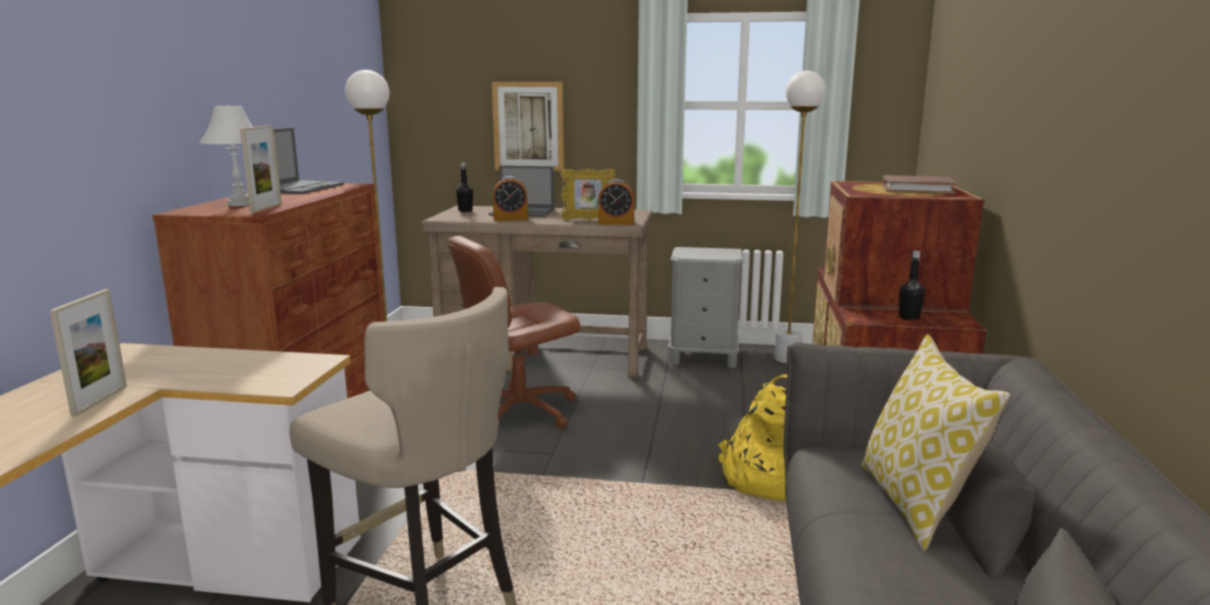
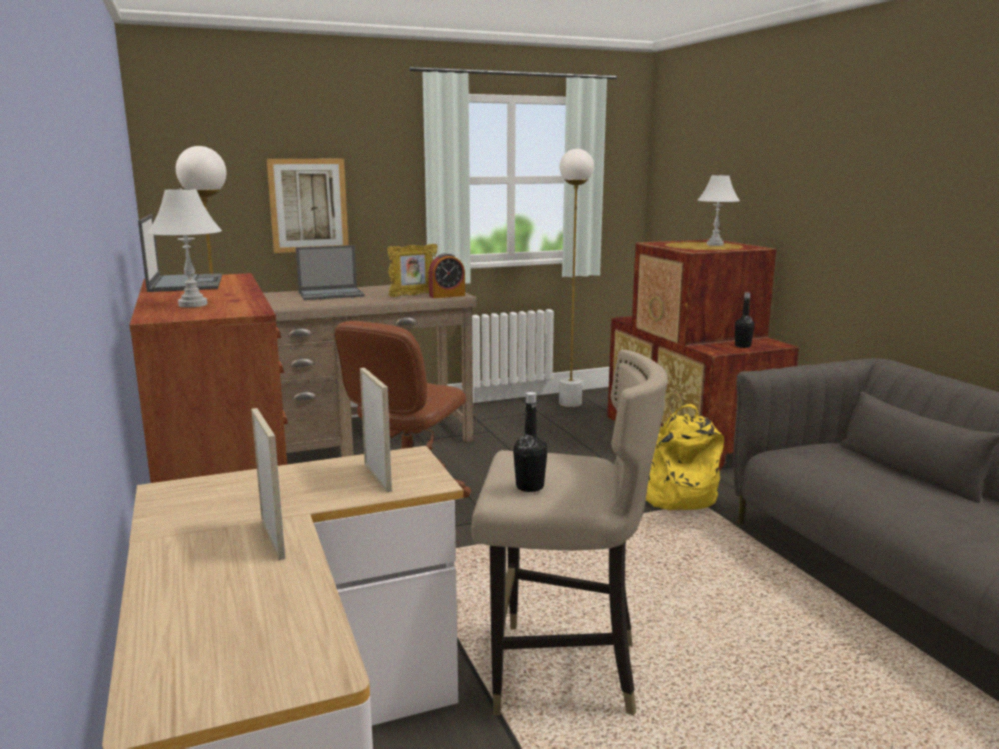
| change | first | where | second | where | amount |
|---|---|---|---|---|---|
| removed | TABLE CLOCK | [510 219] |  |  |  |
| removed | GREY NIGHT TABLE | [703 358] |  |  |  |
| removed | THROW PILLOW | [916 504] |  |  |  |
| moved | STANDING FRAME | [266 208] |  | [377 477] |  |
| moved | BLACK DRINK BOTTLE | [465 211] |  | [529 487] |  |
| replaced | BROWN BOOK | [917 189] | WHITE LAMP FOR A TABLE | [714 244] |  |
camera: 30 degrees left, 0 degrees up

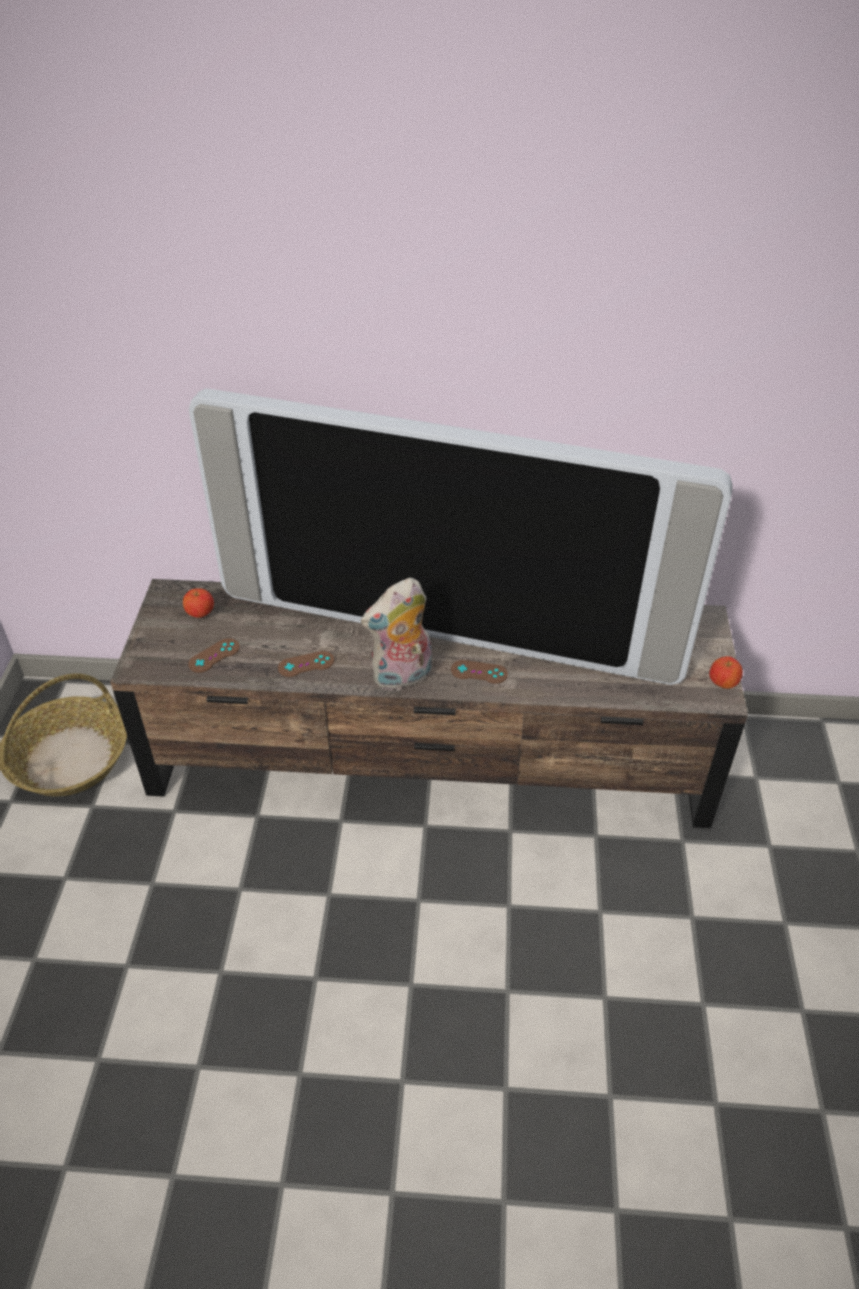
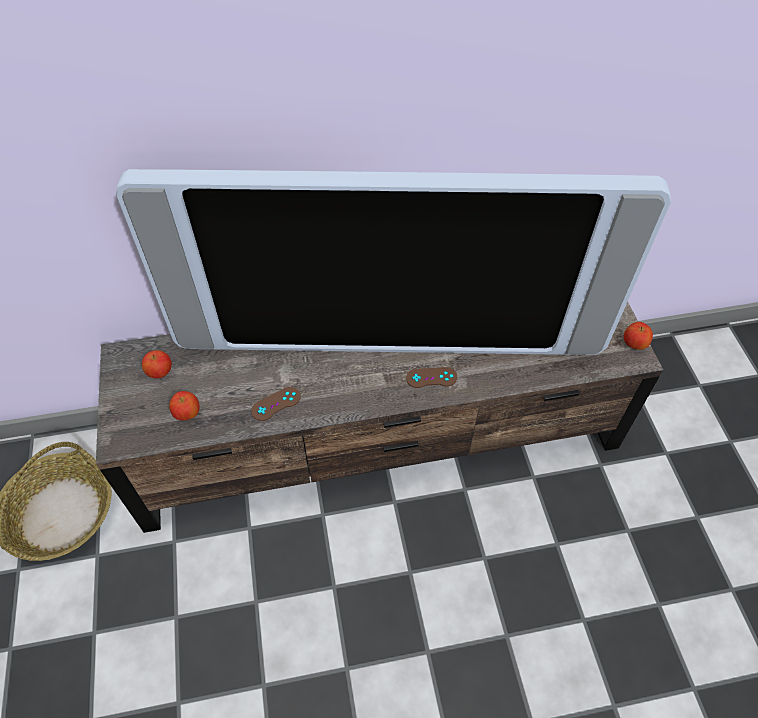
| change | first | where | second | where | amount |
|---|---|---|---|---|---|
| removed | SOFT TOY | [402 678] |  |  |  |
| replaced | BROWN GAMEPAD | [214 656] | APPLE | [187 414] |  |
camera: 15 degrees left, 10 degrees up

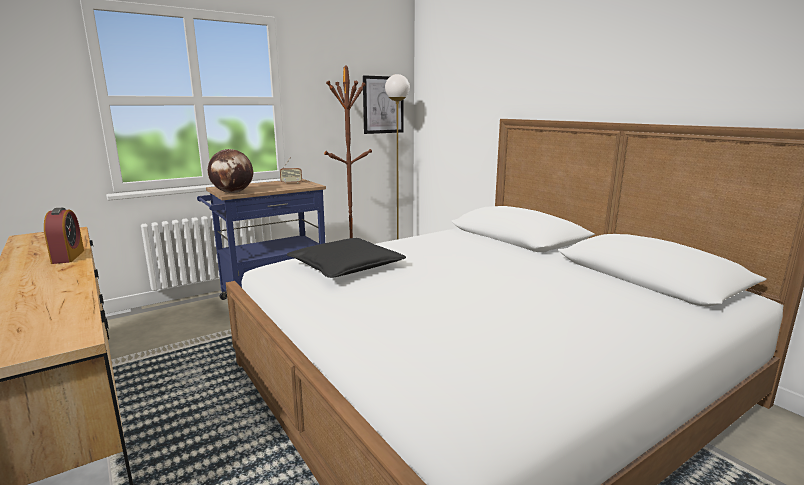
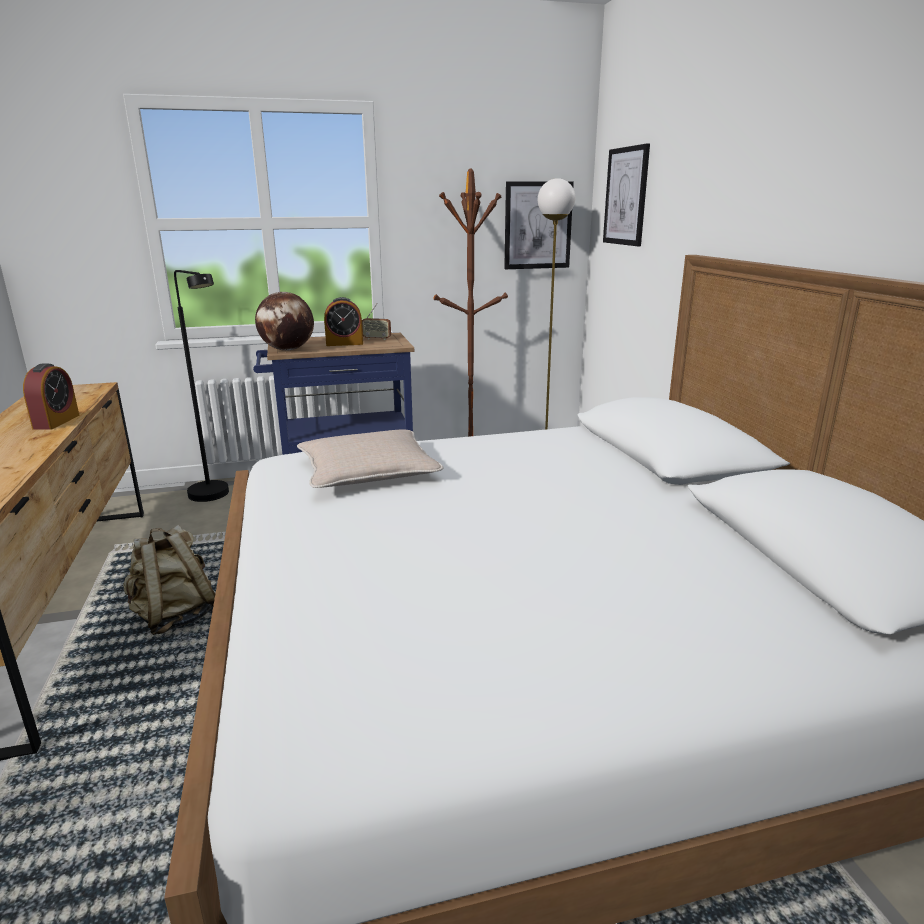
| change | first | where | second | where | amount |
|---|---|---|---|---|---|
| added |  |  | BEIGE KNAPSACK | [175 617] |  |
| added |  |  | BLACK FLOOR LAMP | [215 496] |  |
| added |  |  | TABLE CLOCK | [344 343] |  |
| added |  |  | WALL ART | [626 196] |  |
| recoloured | BLACK THROW PILLOW | [346 266] | BEIGE THROW PILLOW | [368 470] |  |
camera: 20 degrees right, 5 degrees up

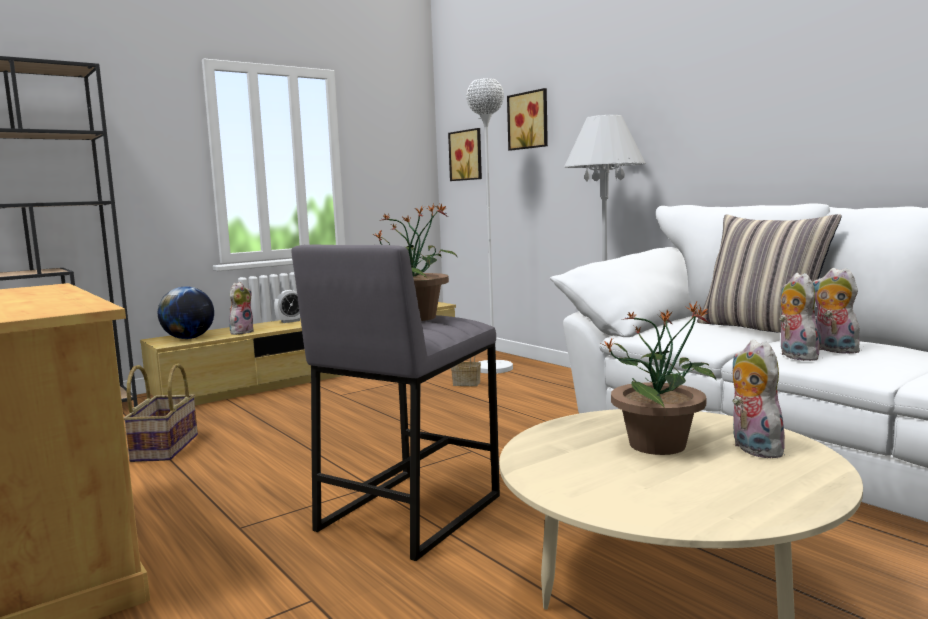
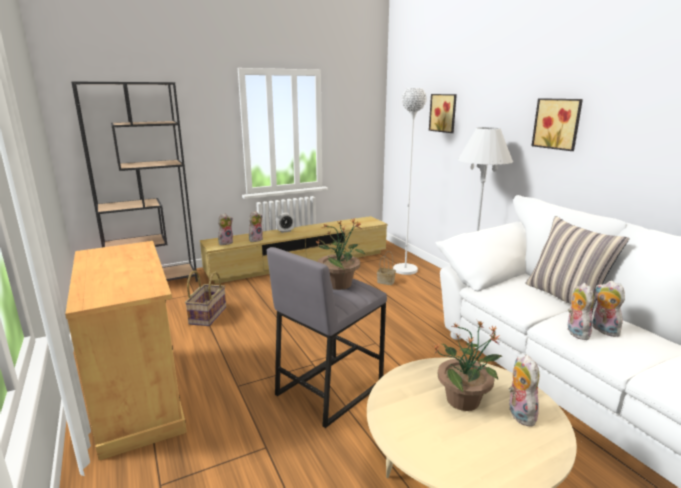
| change | first | where | second | where | amount |
|---|---|---|---|---|---|
| moved | WALL ART | [467 155] |  | [558 124] |  |
| replaced | GLOBE | [189 338] | SOFT TOY | [226 242] |  |
camera: 10 degrees right, 10 degrees up

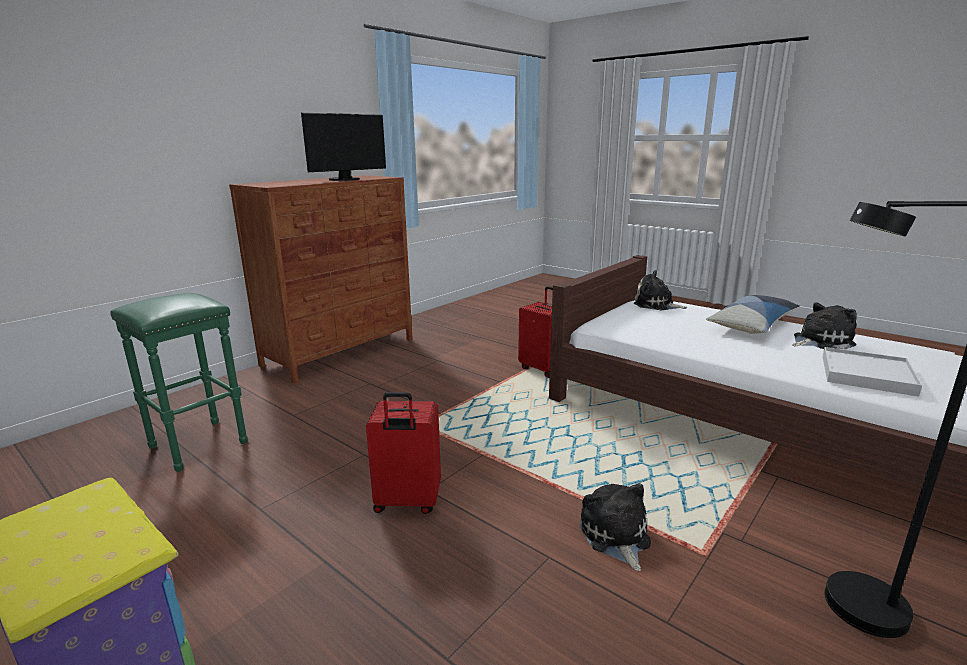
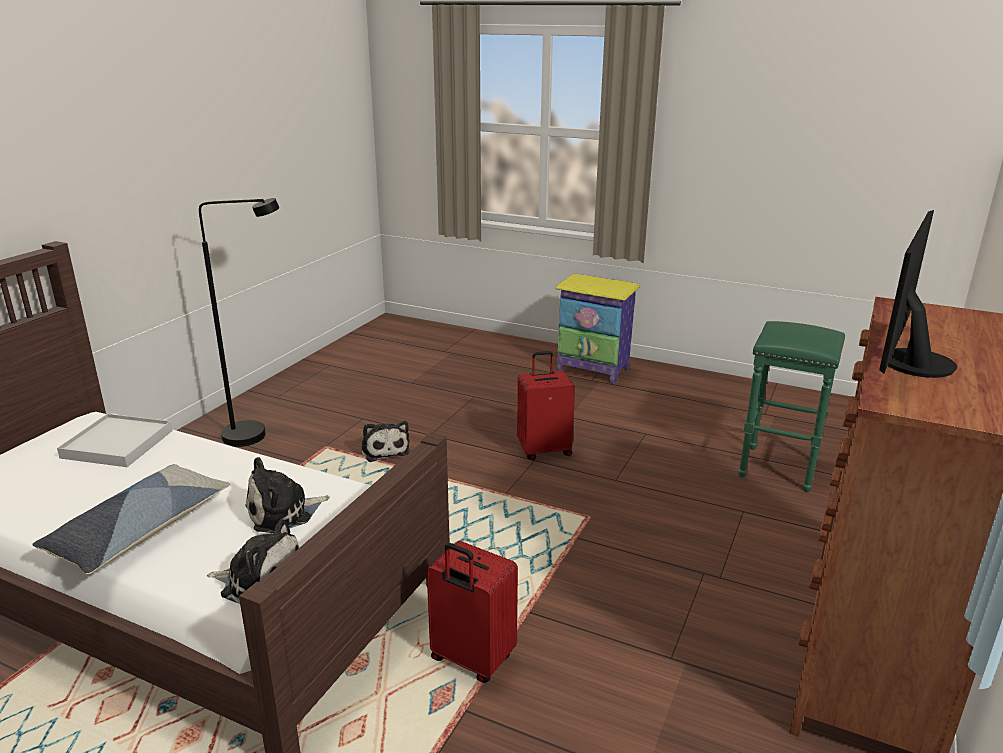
| change | first | where | second | where | amount |
|---|---|---|---|---|---|
| moved | SOFT TOY | [819 341] |  | [283 512] |  |
camera: 165 degrees right, 5 degrees up

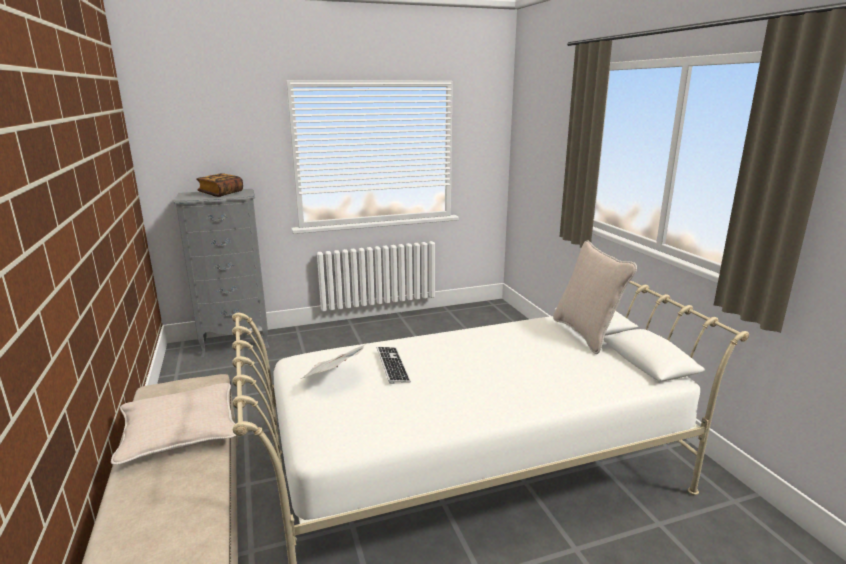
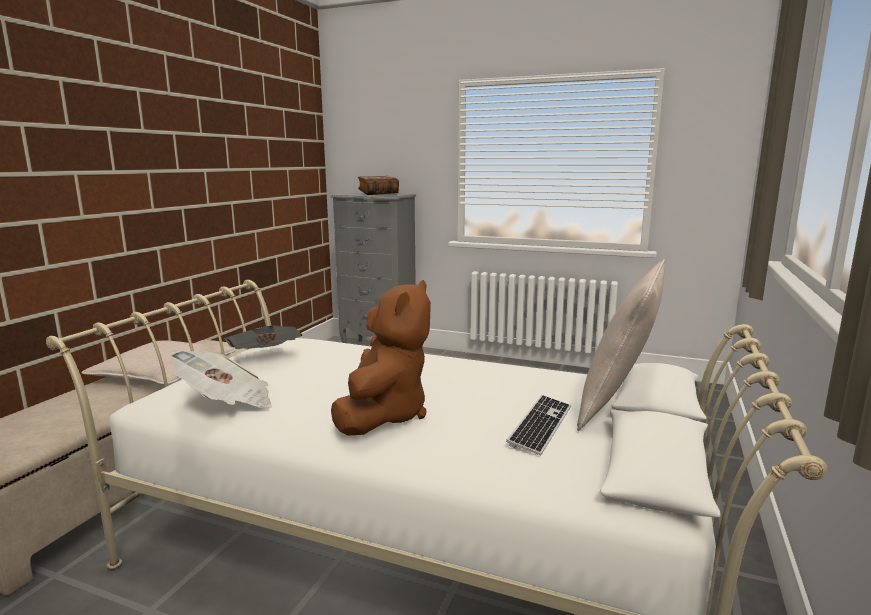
| change | first | where | second | where | amount |
|---|---|---|---|---|---|
| added |  |  | NEWSPAPER | [227 403] |  |
| added |  |  | BROWN SOFT TOY | [383 415] |  |
| moved | COMPUTER KEYBOARD | [392 366] |  | [540 426] |  |
camera: 40 degrees right, 5 degrees down

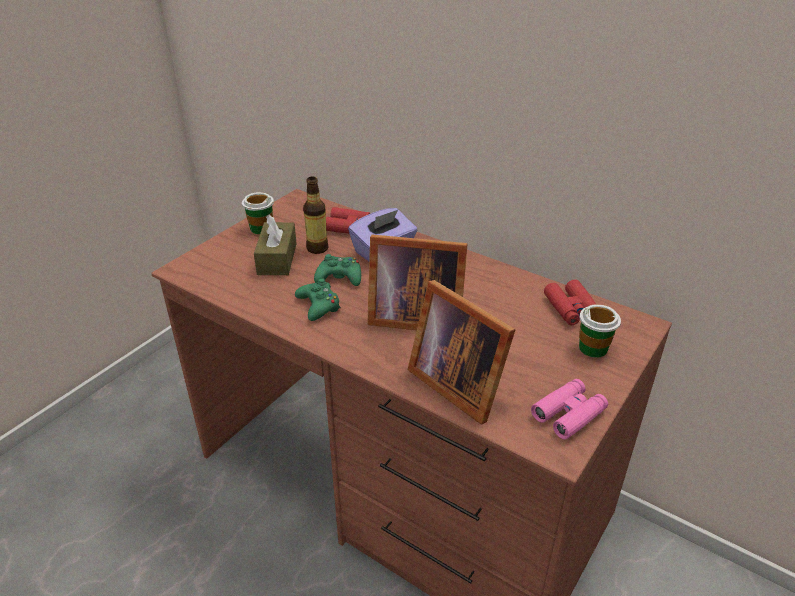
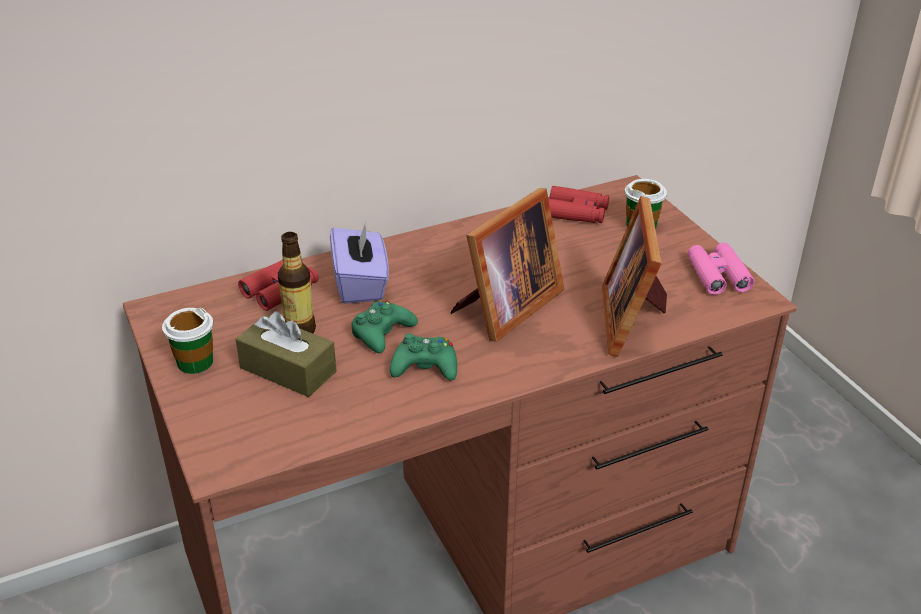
| change | first | where | second | where | amount |
|---|---|---|---|---|---|
| turned | STANDING FRAME | [457 382] |  | [633 318] | 105 degrees clockwise |
camera: 60 degrees left, 0 degrees up

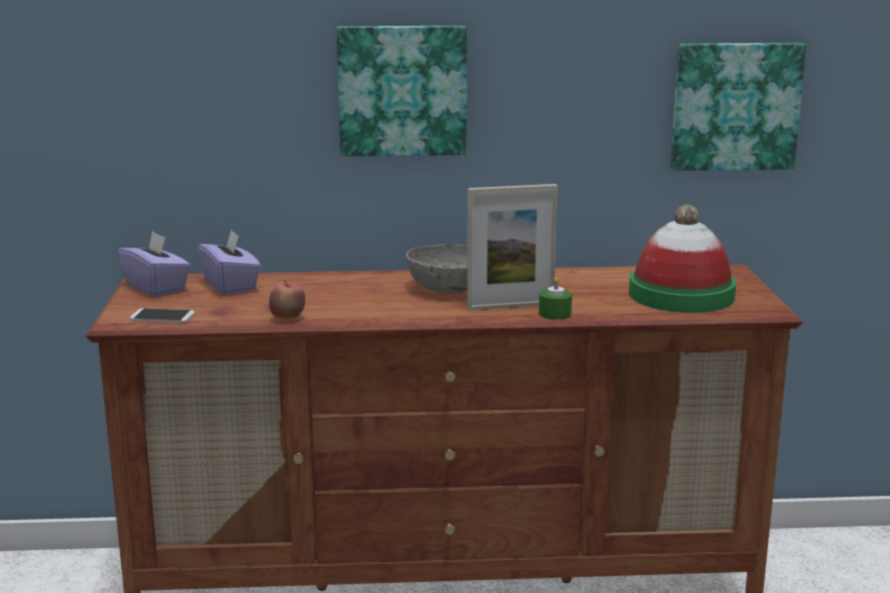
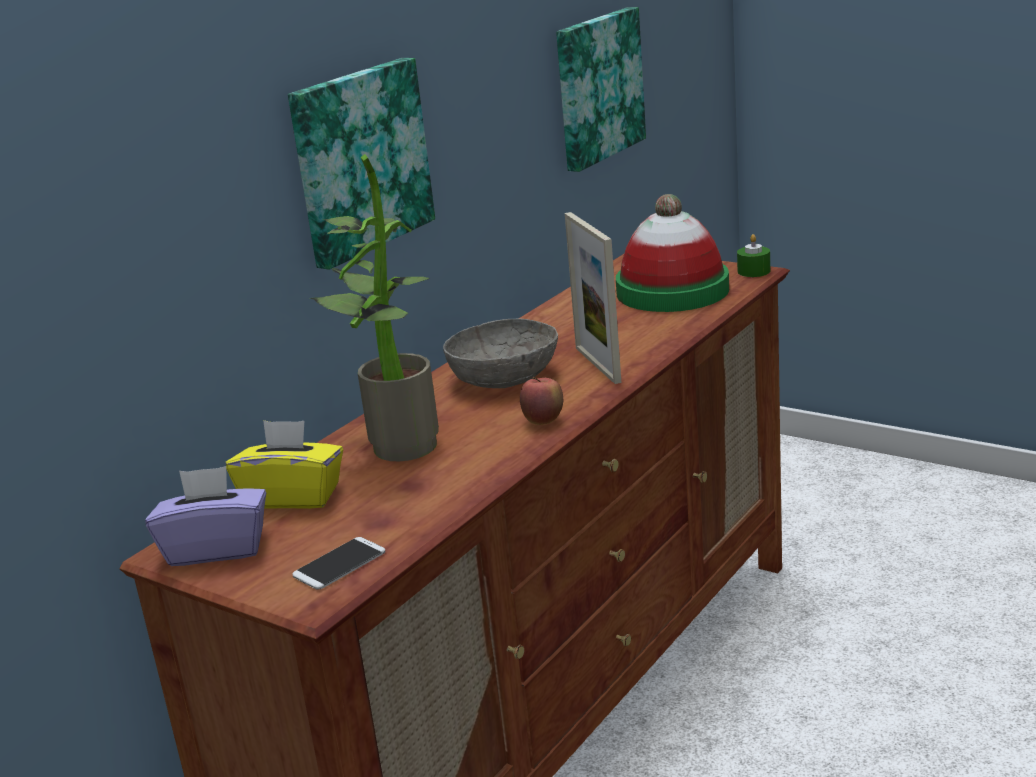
| change | first | where | second | where | amount |
|---|---|---|---|---|---|
| added |  |  | HOUSEPLANT | [395 445] |  |
| moved | APPLE | [287 319] |  | [543 422] |  |
| moved | GREENISH WAX CANDLE | [555 314] |  | [753 271] |  |
| recoloured | PURPLE TISSUE HOLDER | [231 285] | YELLOWISH TISSUE HOLDER | [293 496] |  |
| turned | STANDING FRAME | [510 306] |  | [597 365] | 135 degrees clockwise |
camera: 50 degrees left, 5 degrees up

